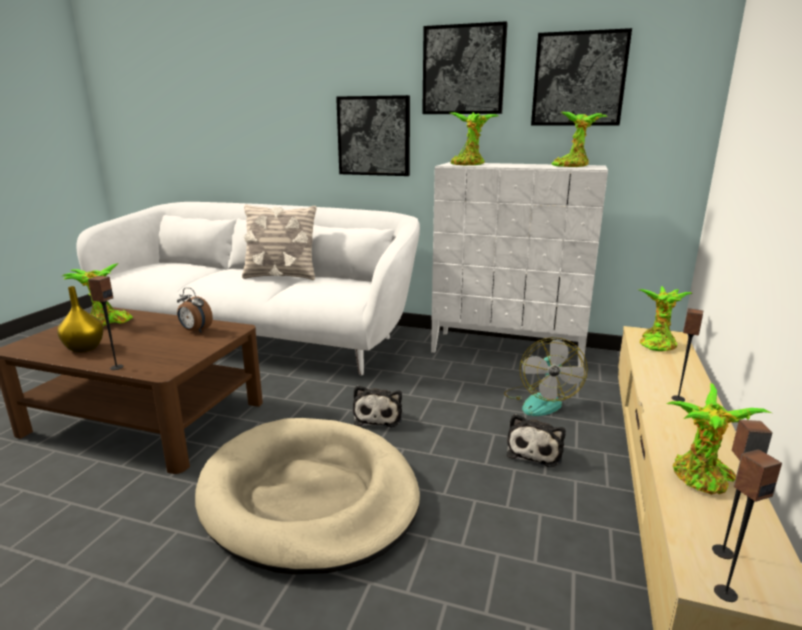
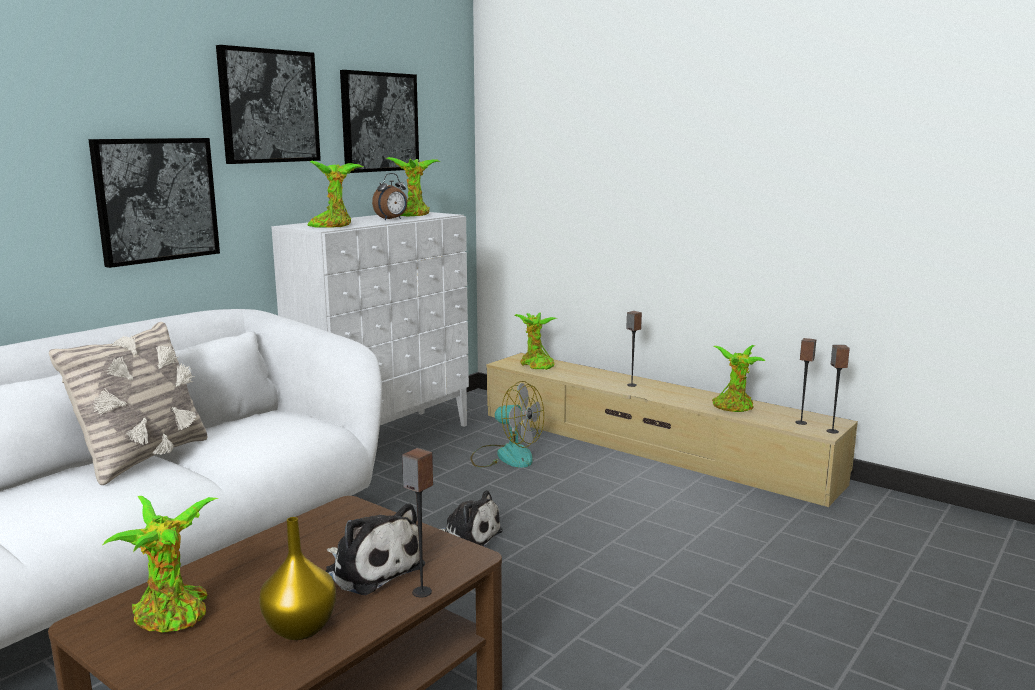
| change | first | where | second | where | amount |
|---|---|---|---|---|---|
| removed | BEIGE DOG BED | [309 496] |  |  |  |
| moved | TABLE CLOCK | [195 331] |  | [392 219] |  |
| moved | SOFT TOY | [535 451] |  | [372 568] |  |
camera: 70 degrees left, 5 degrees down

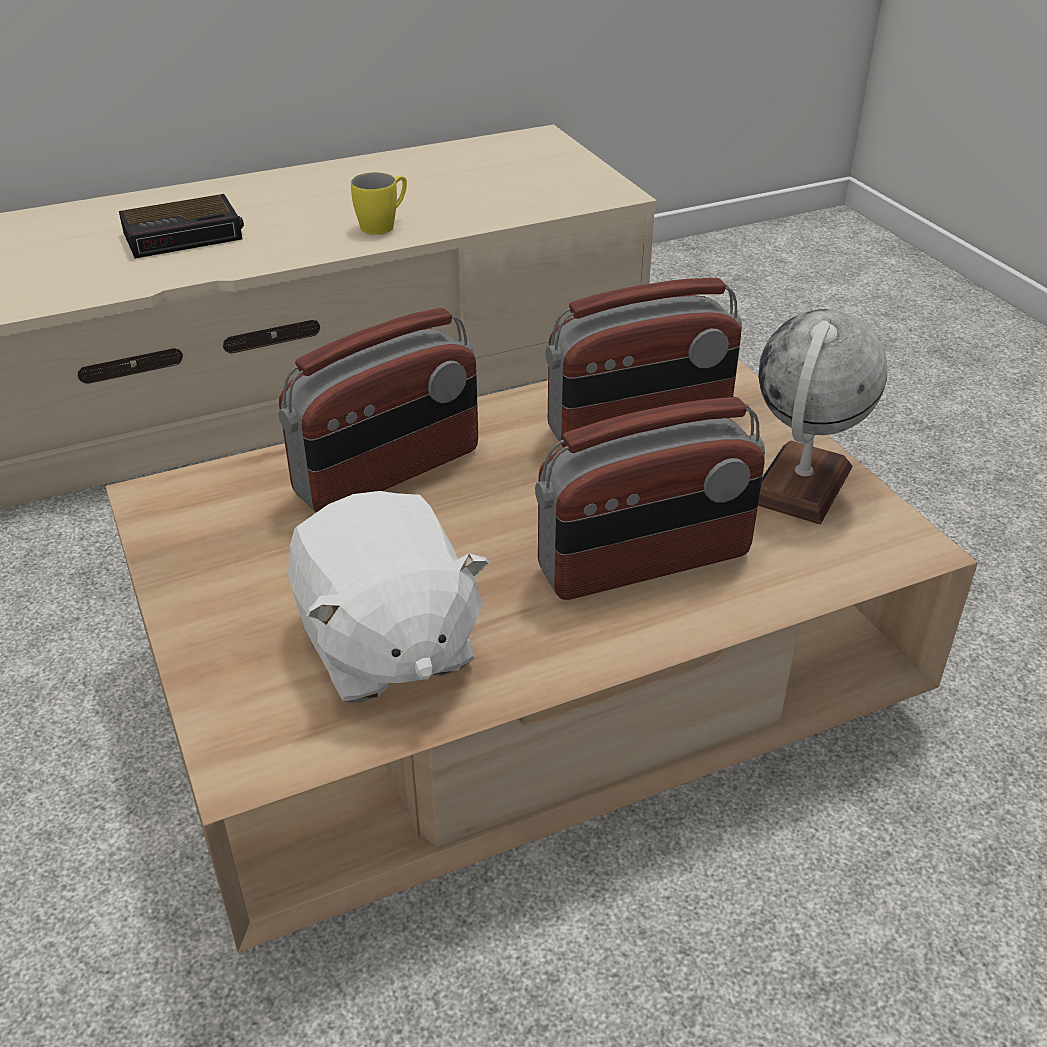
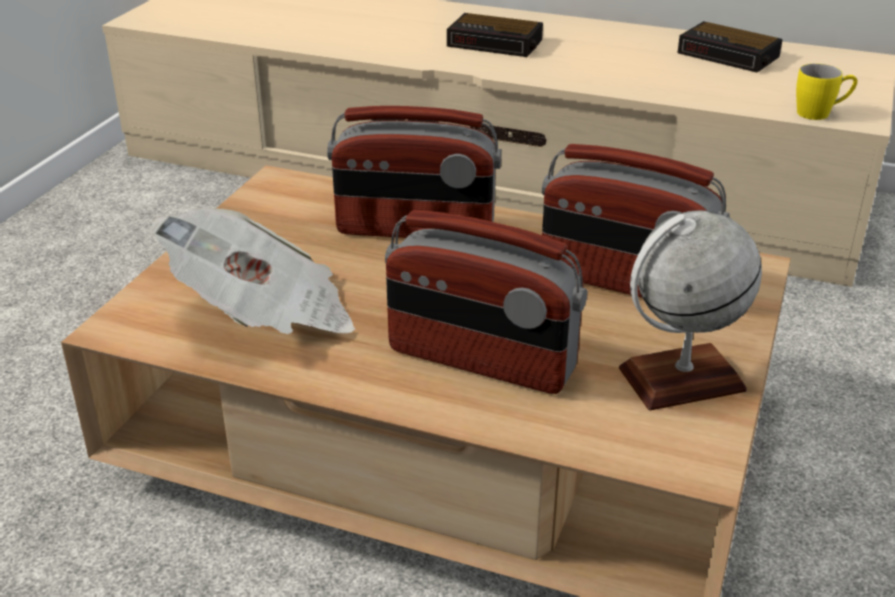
| change | first | where | second | where | amount |
|---|---|---|---|---|---|
| added |  |  | TABLE CLOCK | [730 55] |  |
| moved | YELLOWISH TEA MUG | [383 224] |  | [820 113] |  |
| replaced | WHITE SOFT TOY | [386 646] | NEWSPAPER | [264 315] |  |
camera: 45 degrees right, 5 degrees down

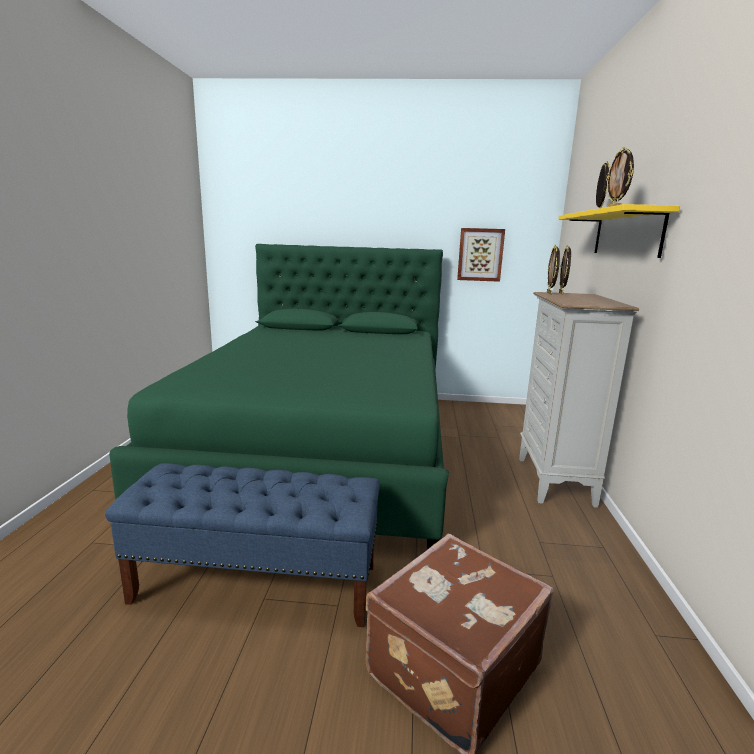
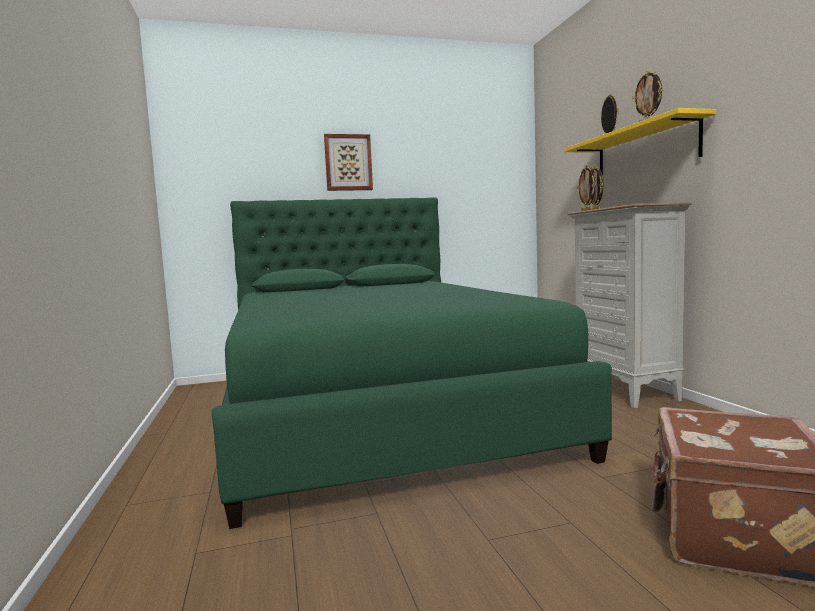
| change | first | where | second | where | amount |
|---|---|---|---|---|---|
| removed | BLUISH INDOOR BENCH | [258 583] |  |  |  |
| moved | WALL ART | [480 254] |  | [348 162] |  |
camera: 20 degrees left, 10 degrees down

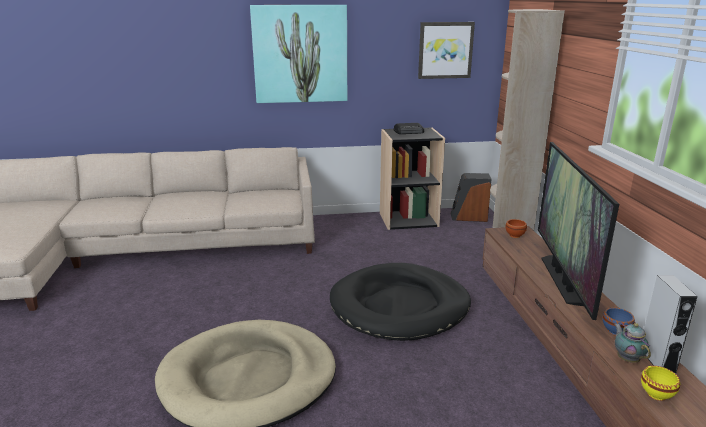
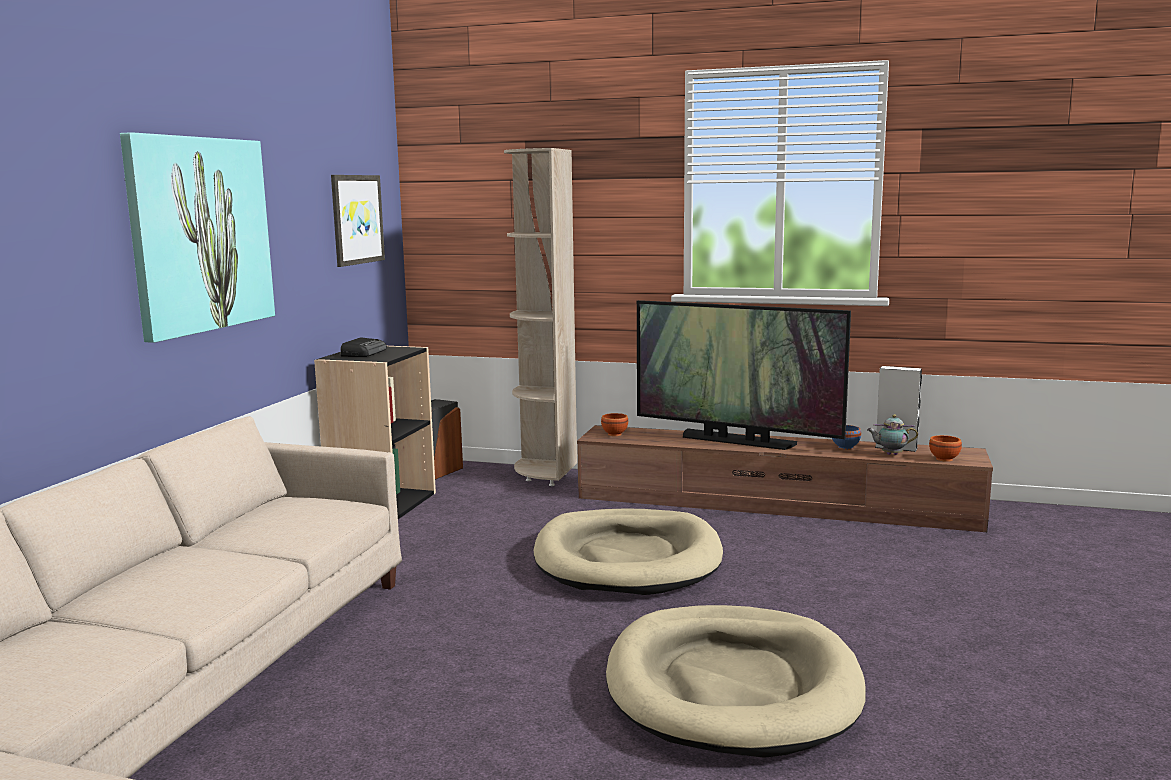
| change | first | where | second | where | amount |
|---|---|---|---|---|---|
| recoloured | BLACK DOG BED | [400 306] | BEIGE DOG BED | [627 559] |  |
| recoloured | YELLOWISH DEEP DISH | [655 395] | BROWN DEEP DISH | [944 459] |  |
camera: 65 degrees left, 10 degrees down

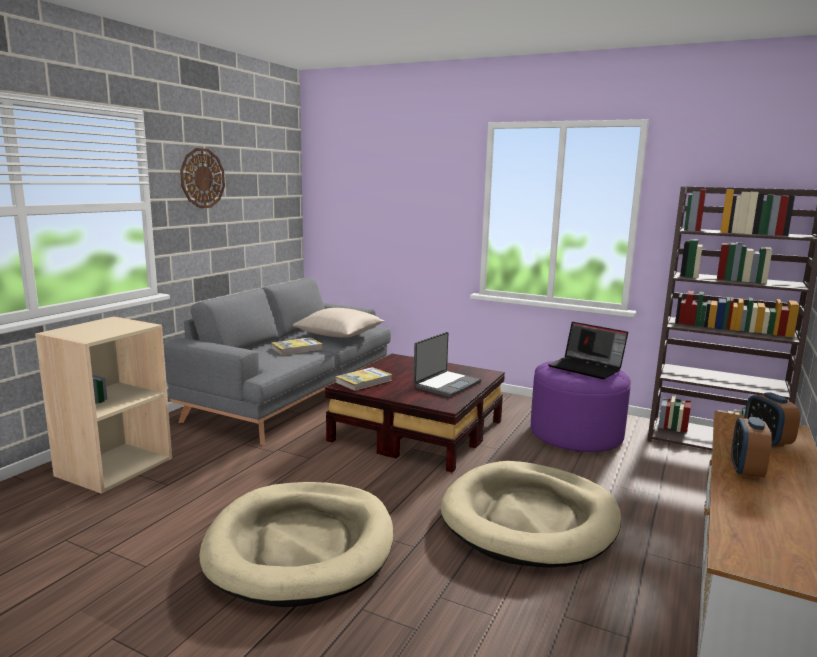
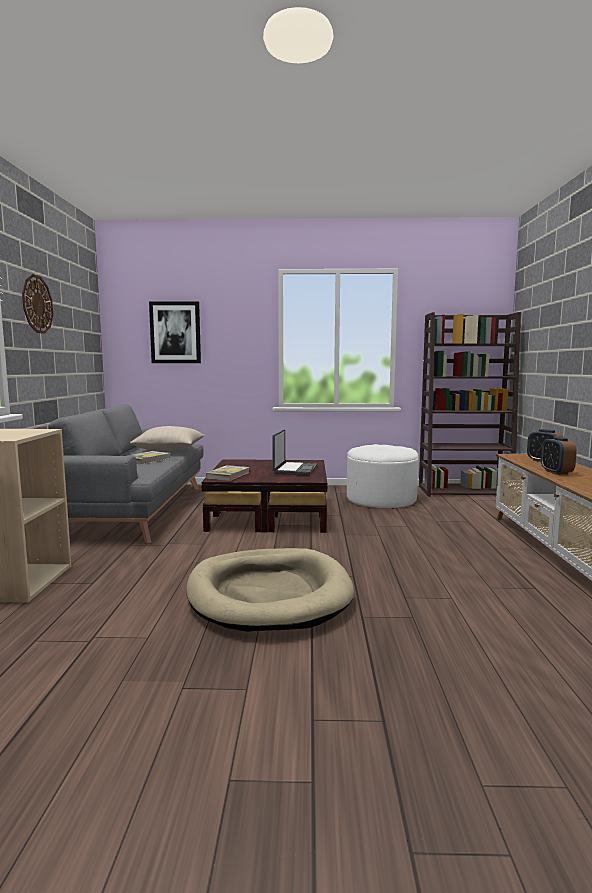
| change | first | where | second | where | amount |
|---|---|---|---|---|---|
| removed | BEIGE DOG BED | [530 519] |  |  |  |
| removed | NOTEBOOK COMPUTER | [587 368] |  |  |  |
| added |  |  | WALL ART | [175 332] |  |
| recoloured | PURPLE FOOTREST | [576 434] | WHITE FOOTREST | [381 499] |  |
camera: 25 degrees left, 5 degrees down

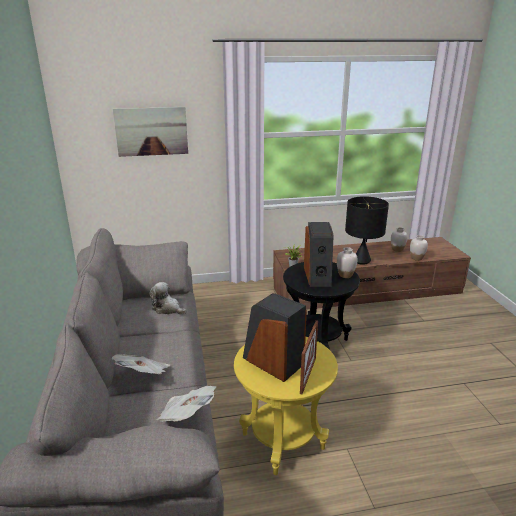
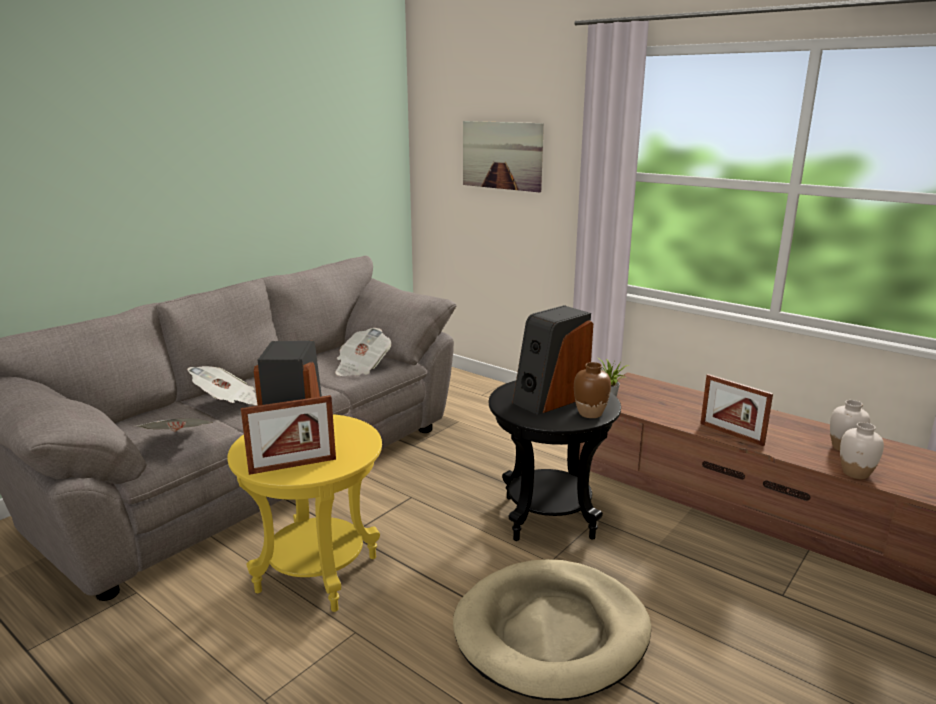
| change | first | where | second | where | amount |
|---|---|---|---|---|---|
| added |  |  | BEIGE DOG BED | [551 633] |  |
| replaced | SOFT TOY | [167 309] | NEWSPAPER | [361 367] |  |
| replaced | BLACK LAMP FOR A TABLE | [361 261] | STANDING FRAME | [731 434] |  |
| recoloured | WHITE VASE | [345 275] | BROWN VASE | [590 413] |  |
camera: 50 degrees right, 5 degrees down

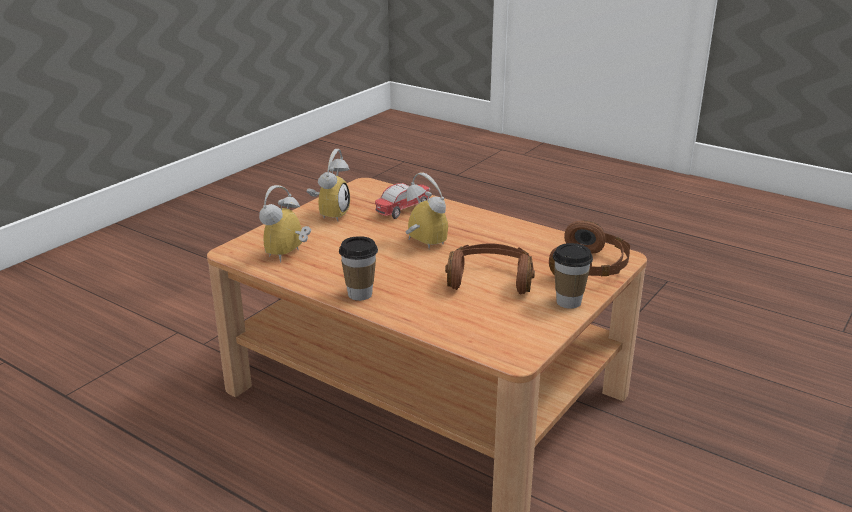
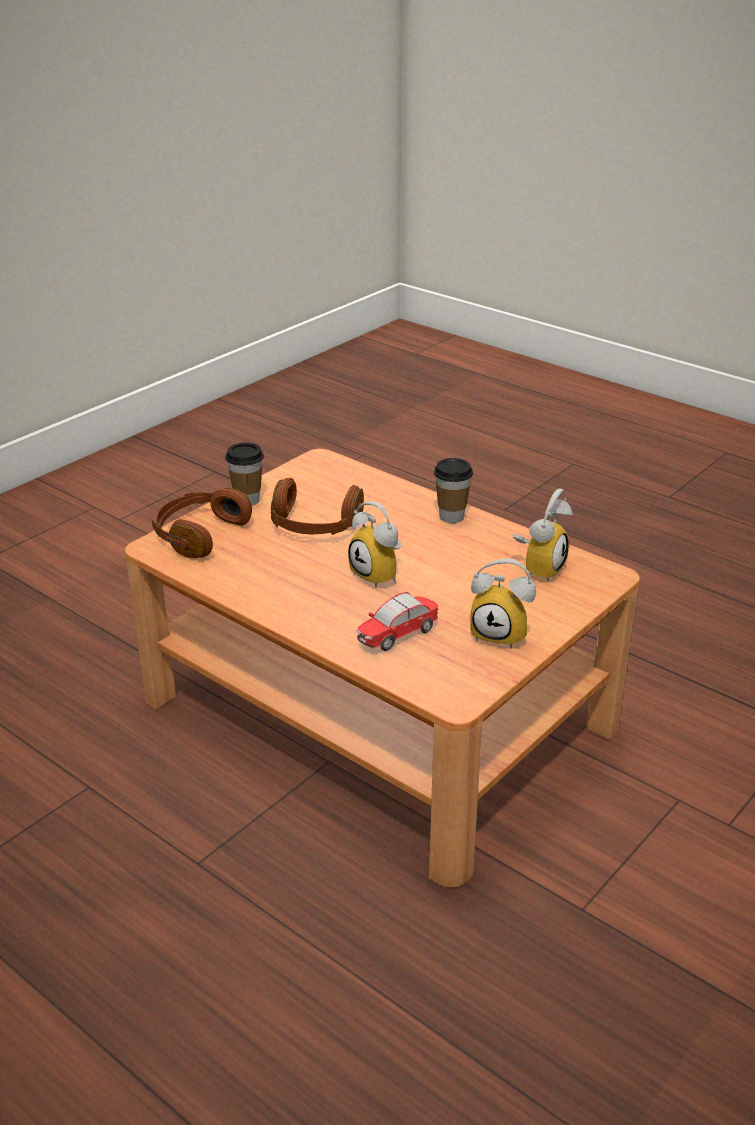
| change | first | where | second | where | amount |
|---|---|---|---|---|---|
| turned | TABLE CLOCK | [330 214] |  | [502 634] | 90 degrees counterclockwise |
camera: 175 degrees left, 5 degrees up

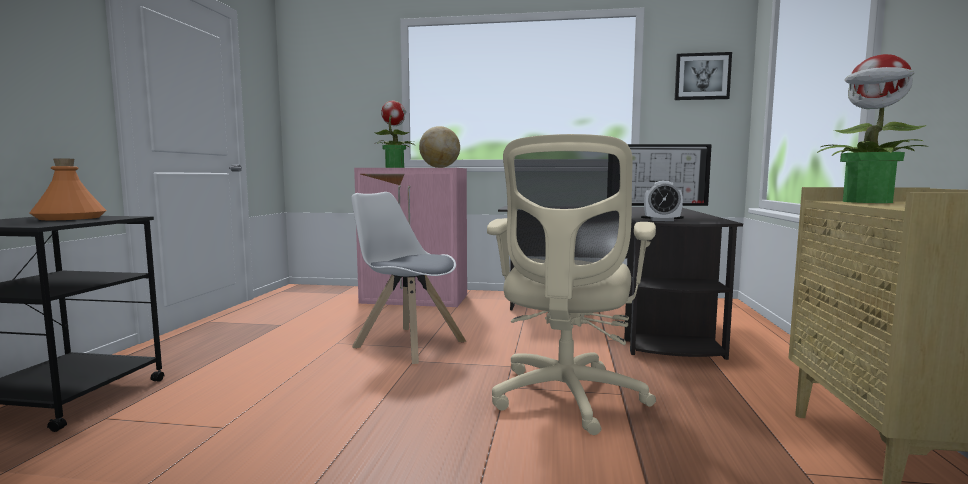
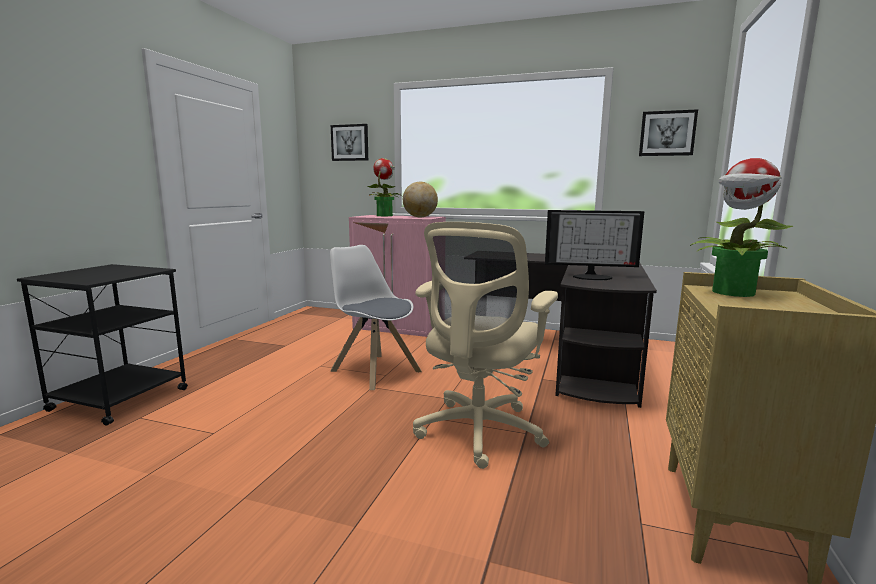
| change | first | where | second | where | amount |
|---|---|---|---|---|---|
| removed | ORANGEY DRINK BOTTLE | [69 218] |  |  |  |
| removed | TABLE CLOCK | [662 220] |  |  |  |
| added |  |  | WALL ART | [350 142] |  |
camera: 10 degrees right, 5 degrees up

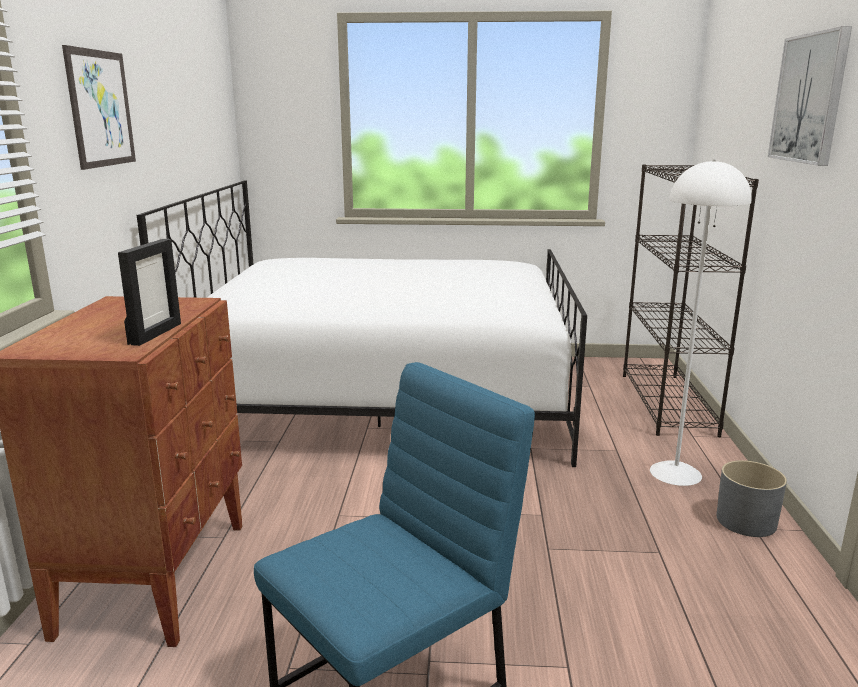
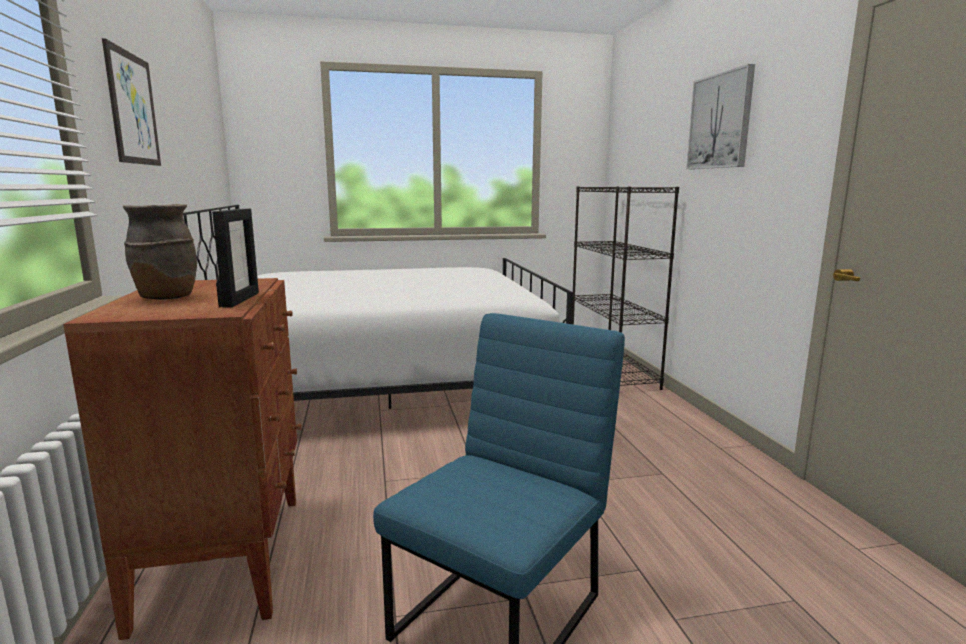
| change | first | where | second | where | amount |
|---|---|---|---|---|---|
| removed | WHITE FLOOR LAMP | [674 473] |  |  |  |
| removed | GREY PLANTER | [746 521] |  |  |  |
| added |  |  | BROWN VASE | [166 298] |  |
camera: 15 degrees left, 5 degrees down

